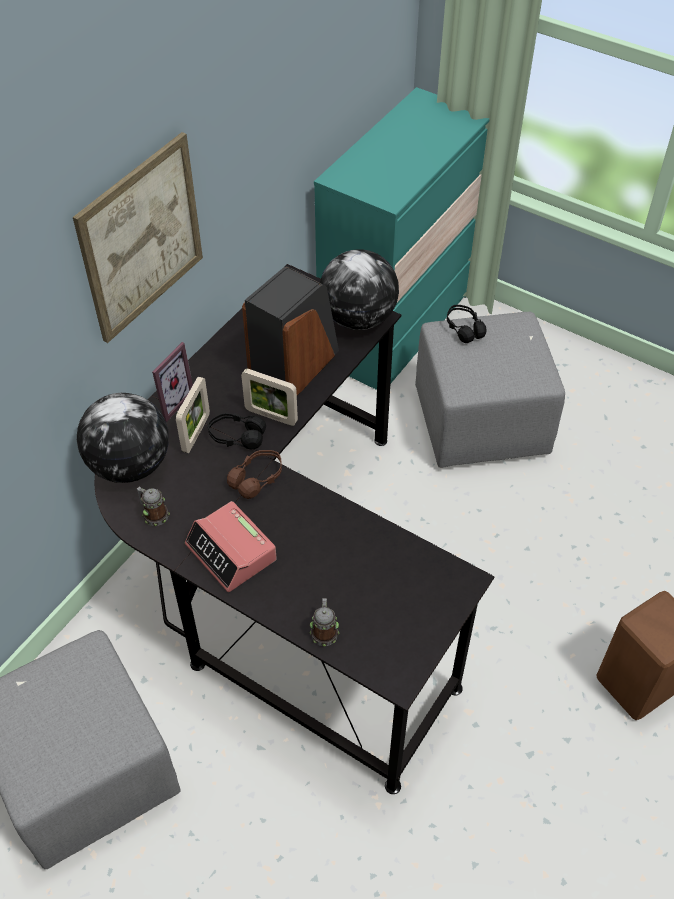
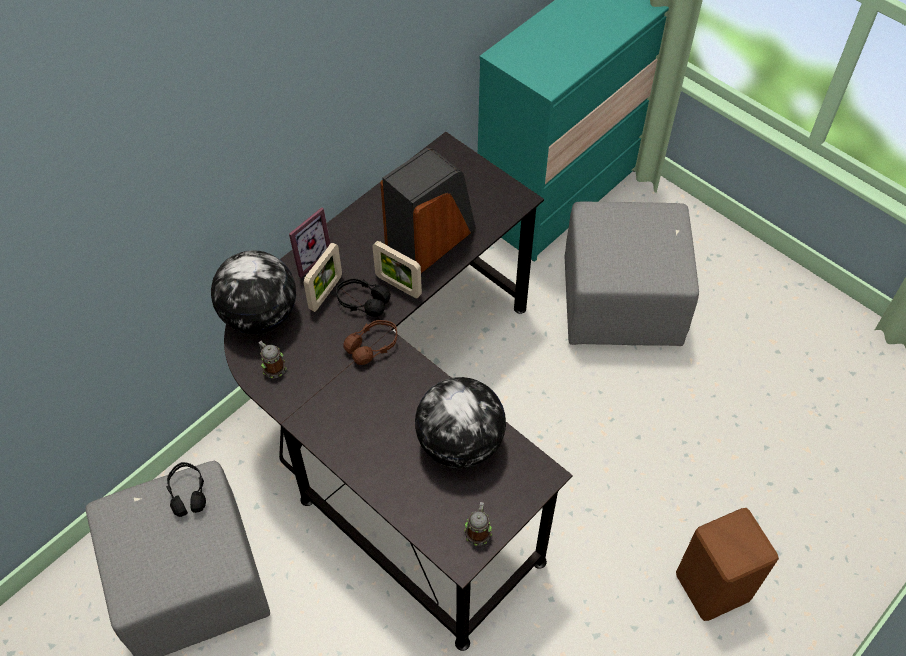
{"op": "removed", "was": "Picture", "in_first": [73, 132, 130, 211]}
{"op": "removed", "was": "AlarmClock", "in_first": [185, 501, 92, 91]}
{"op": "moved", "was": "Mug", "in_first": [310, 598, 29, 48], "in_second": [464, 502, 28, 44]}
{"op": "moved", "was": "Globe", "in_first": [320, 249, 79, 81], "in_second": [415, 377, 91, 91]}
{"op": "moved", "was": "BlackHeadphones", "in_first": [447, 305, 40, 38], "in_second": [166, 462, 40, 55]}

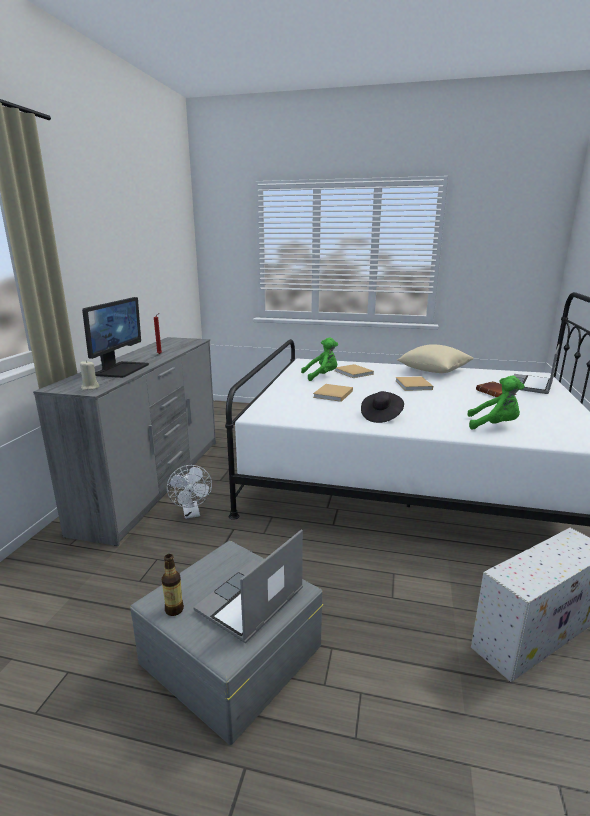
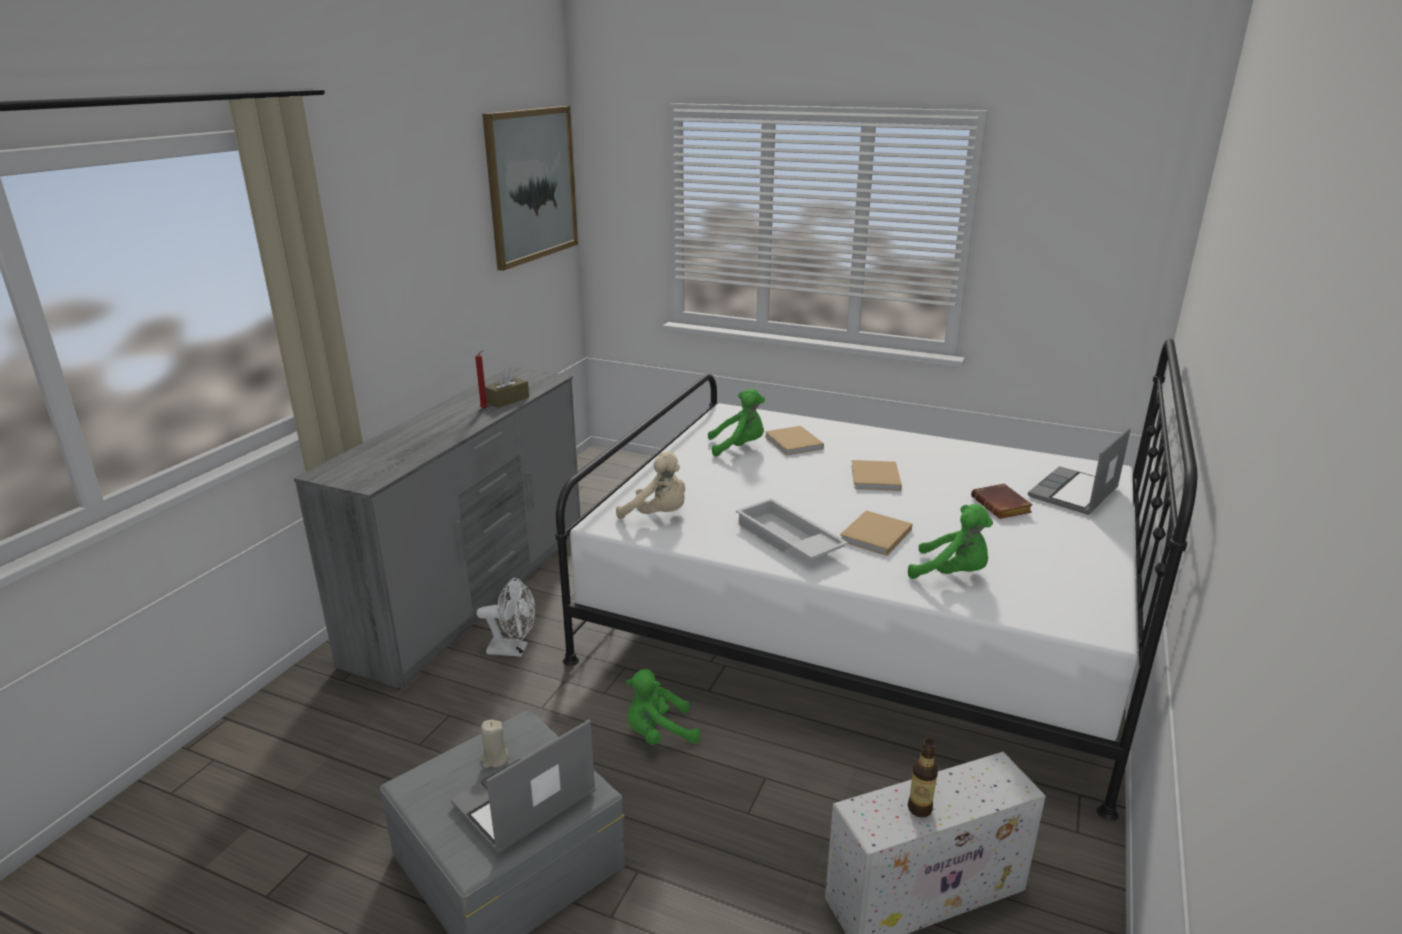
{"op": "moved", "was": "BeigeCandle", "in_first": [80, 360, 20, 30], "in_second": [481, 720, 29, 48]}
{"op": "removed", "was": "Monitor", "in_first": [82, 297, 67, 81]}
{"op": "moved", "was": "Bottle", "in_first": [162, 554, 22, 62], "in_second": [908, 738, 30, 79]}
{"op": "turned", "was": "WhiteFan", "in_first": [167, 465, 45, 54], "in_second": [477, 578, 58, 79], "clockwise": -75}
{"op": "moved", "was": "BeigeBook", "in_first": [313, 384, 40, 18], "in_second": [840, 510, 72, 46]}
{"op": "replaced", "was": "BlackHat", "now": "WhiteTray", "in_first": [361, 391, 43, 32], "in_second": [736, 498, 112, 62]}
{"op": "removed", "was": "BeigePillow", "in_first": [397, 344, 76, 29]}
{"op": "added", "now": "Picture", "in_second": [482, 106, 96, 165]}
{"op": "added", "now": "BrownTissueBox", "in_second": [485, 368, 44, 40]}
{"op": "added", "now": "BeigePlushToy", "in_second": [616, 451, 69, 68]}
{"op": "added", "now": "GreenPlushToy", "in_second": [626, 669, 74, 76]}

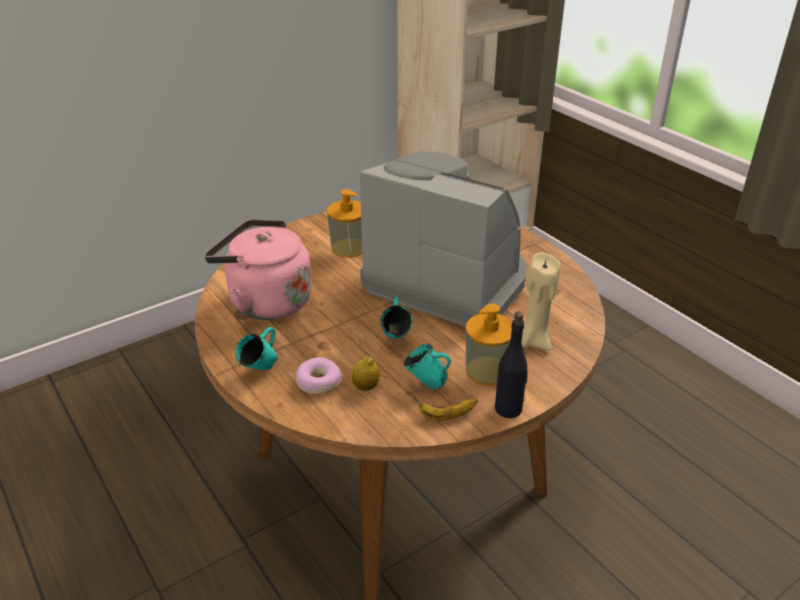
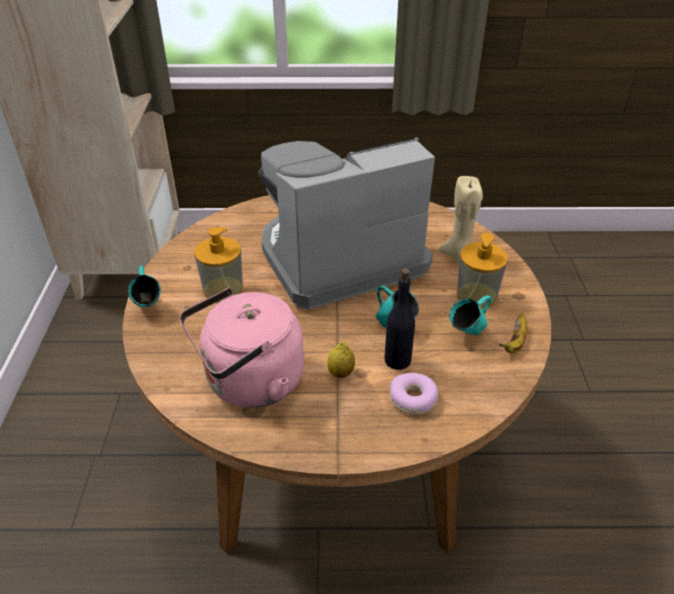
{"op": "moved", "was": "TurquoiseMug", "in_first": [235, 327, 43, 43], "in_second": [128, 266, 33, 41]}
{"op": "moved", "was": "Lemon", "in_first": [352, 356, 28, 35], "in_second": [327, 342, 28, 36]}
{"op": "moved", "was": "BlackBottle", "in_first": [495, 311, 33, 107], "in_second": [384, 268, 31, 102]}

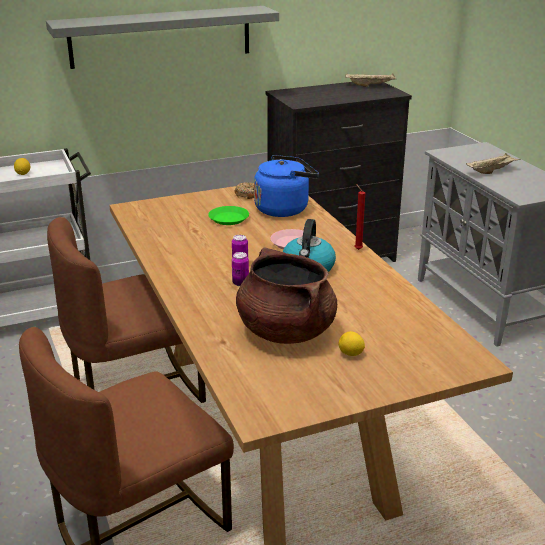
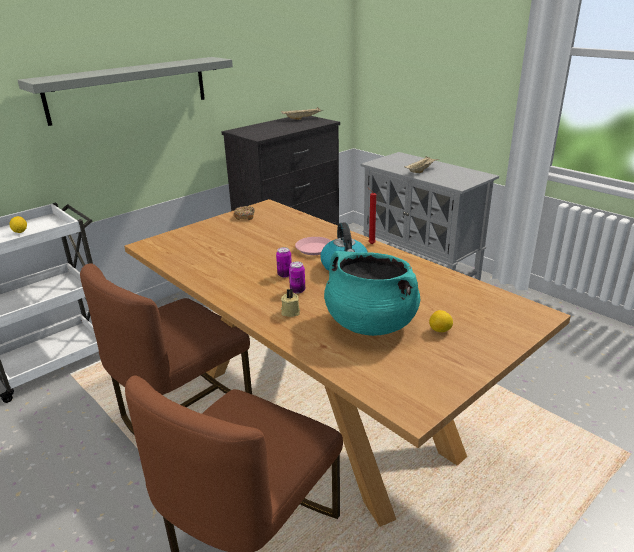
{"op": "removed", "was": "GreenPlate", "in_first": [208, 206, 41, 19]}
{"op": "recoloured", "was": "BrownCookingPot", "now": "TurquoiseCookingPot", "in_first": [236, 248, 101, 96], "in_second": [324, 251, 96, 85]}
{"op": "removed", "was": "BlueKettle", "in_first": [254, 155, 65, 62]}
{"op": "added", "now": "BeigeCandle", "in_second": [281, 289, 19, 28]}

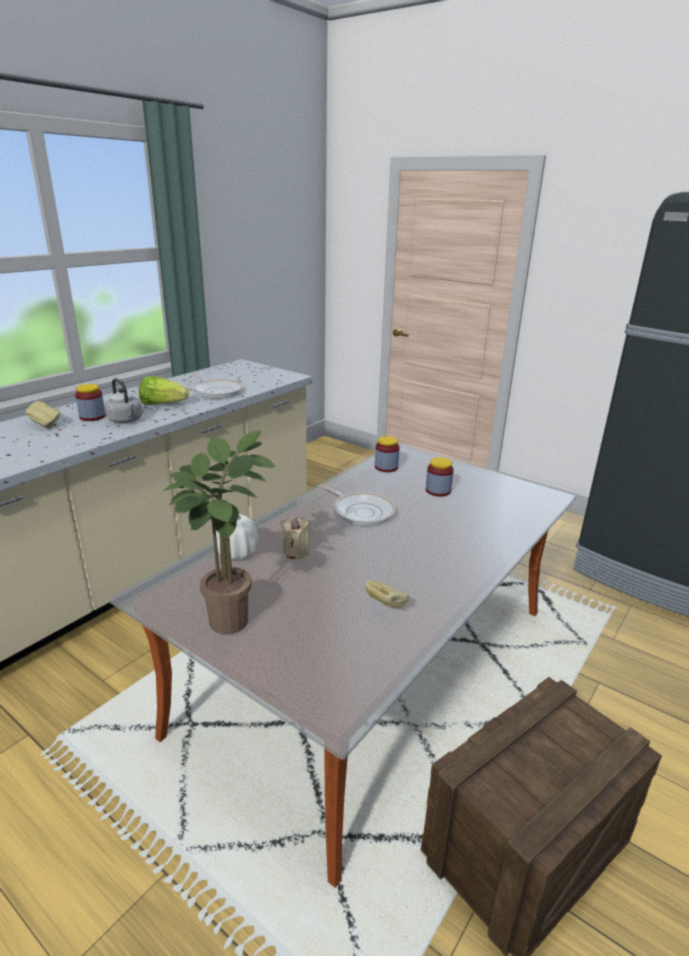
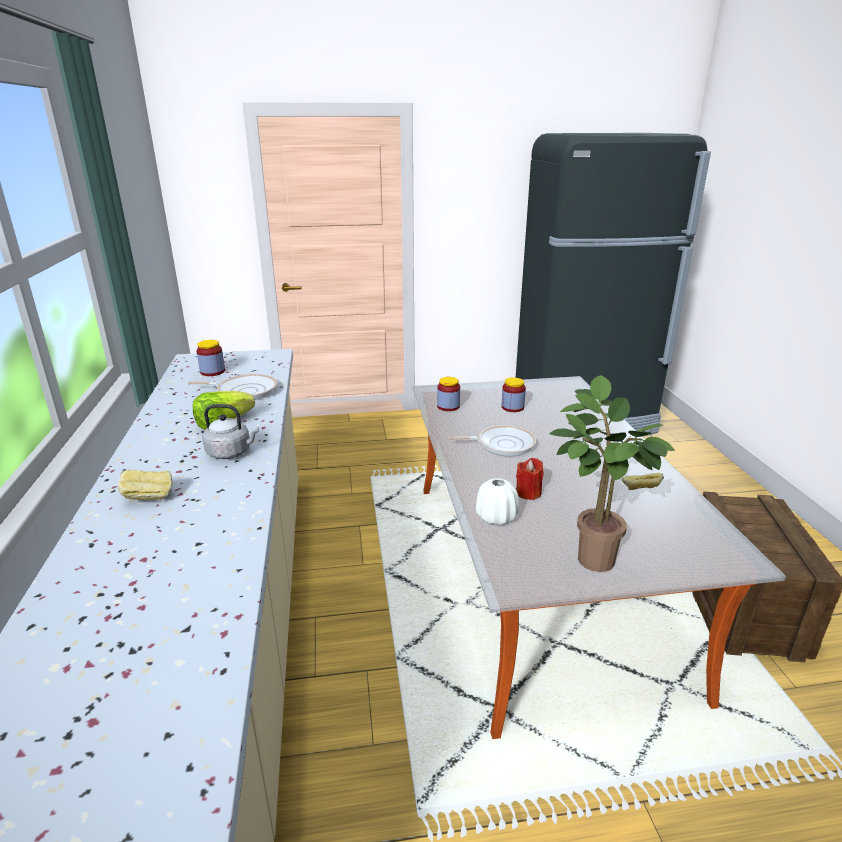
{"op": "moved", "was": "Jar", "in_first": [75, 384, 31, 37], "in_second": [196, 340, 29, 36]}
{"op": "recoloured", "was": "BeigeCandle", "now": "RedCandle", "in_first": [283, 517, 27, 42], "in_second": [516, 458, 28, 42]}

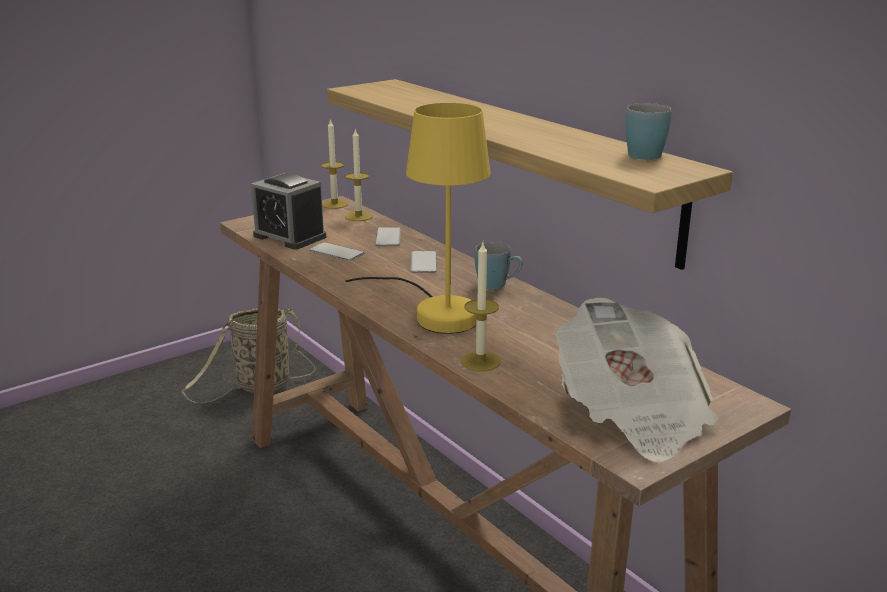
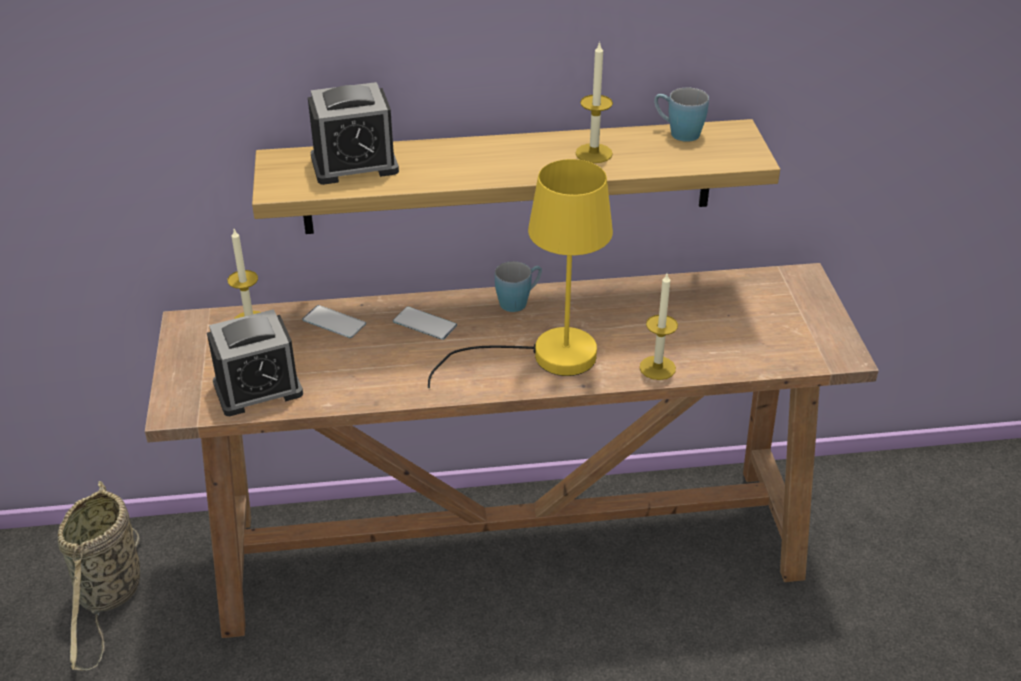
{"op": "removed", "was": "Phone", "in_first": [309, 242, 56, 19]}
{"op": "moved", "was": "Candle", "in_first": [321, 119, 27, 90], "in_second": [575, 41, 38, 122]}
{"op": "removed", "was": "Newspaper", "in_first": [556, 298, 162, 165]}
{"op": "added", "now": "AlarmClock", "in_second": [308, 82, 91, 103]}

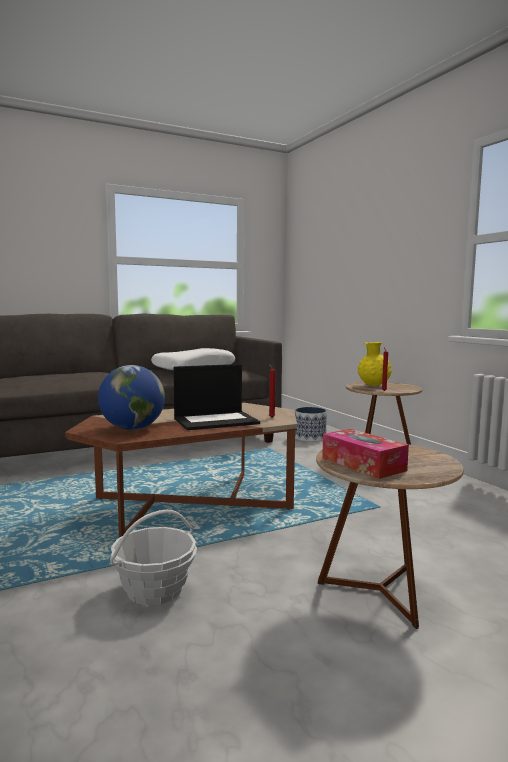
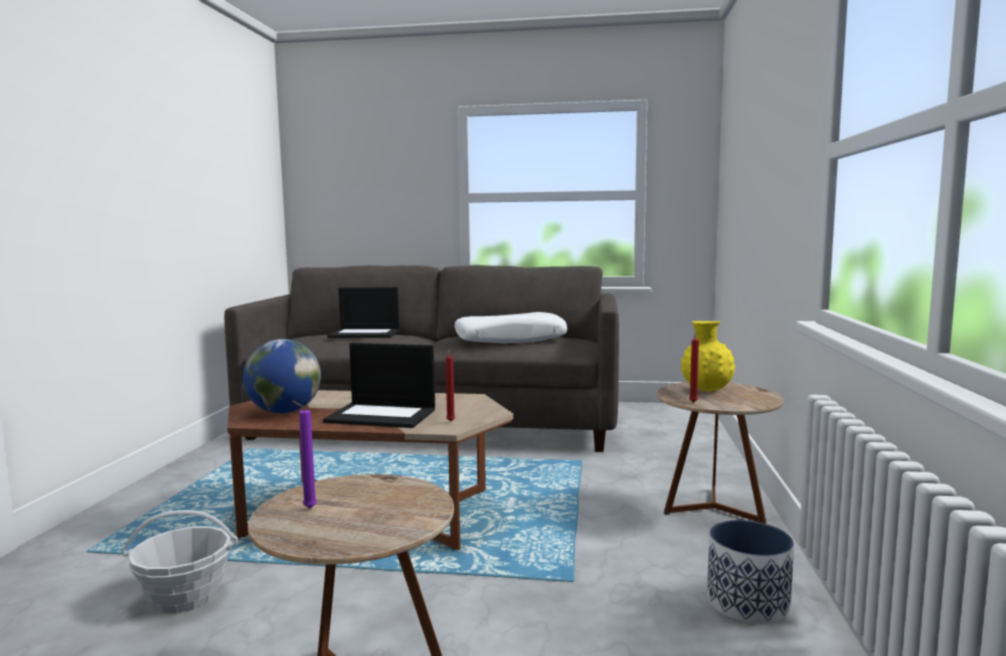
{"op": "moved", "was": "Planter", "in_first": [295, 407, 32, 35], "in_second": [707, 520, 87, 104]}
{"op": "replaced", "was": "TissueBox", "now": "PurpleCandle", "in_first": [322, 429, 87, 50], "in_second": [292, 401, 25, 108]}
{"op": "added", "now": "Laptop", "in_second": [327, 287, 72, 51]}

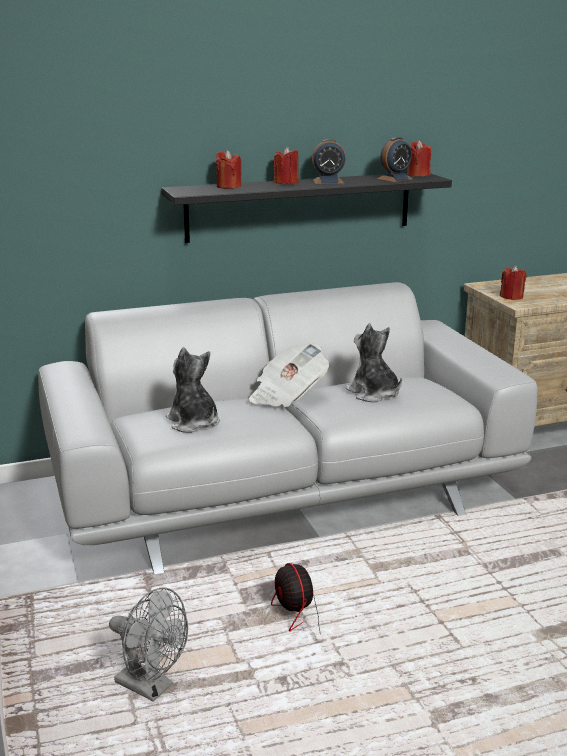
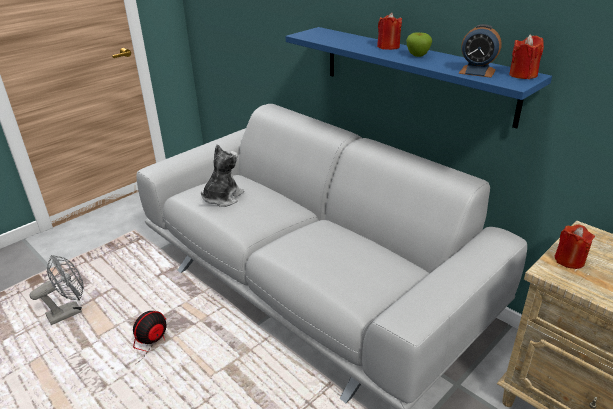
{"op": "turned", "was": "GreyFan", "in_first": [109, 587, 79, 114], "in_second": [29, 255, 55, 70], "clockwise": -135}
{"op": "recoloured", "was": "BlackShelf", "now": "BlueShelf", "in_first": [161, 173, 291, 70], "in_second": [285, 27, 267, 102]}
{"op": "removed", "was": "RedCandle", "in_first": [216, 150, 26, 39]}
{"op": "removed", "was": "Newspaper", "in_first": [249, 344, 80, 63]}
{"op": "replaced", "was": "AlarmClock", "now": "Apple", "in_first": [312, 139, 34, 45], "in_second": [406, 32, 26, 25]}
{"op": "removed", "was": "PlushToy", "in_first": [346, 323, 56, 79]}

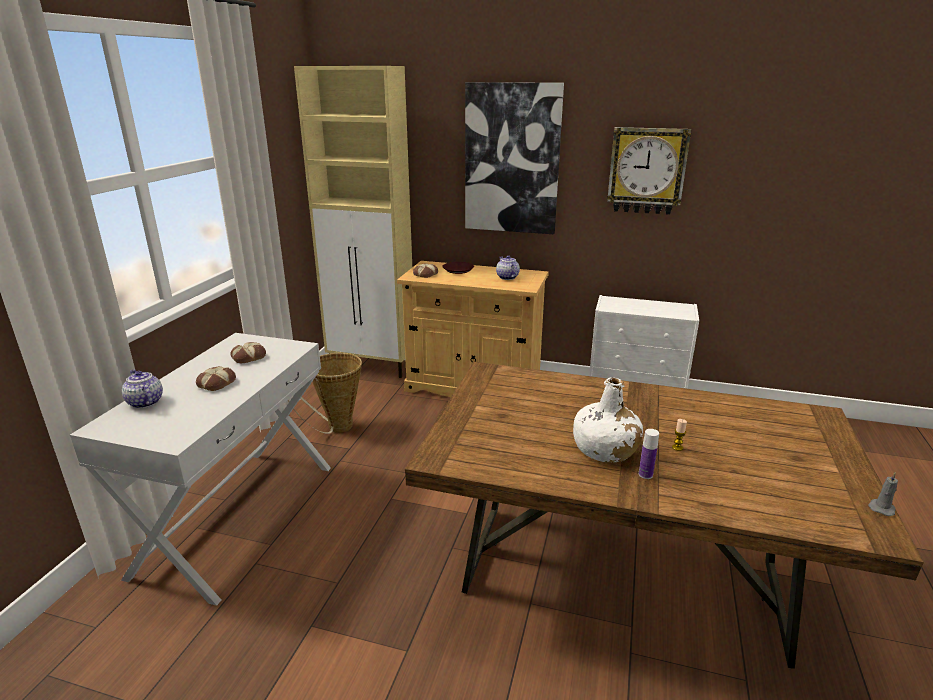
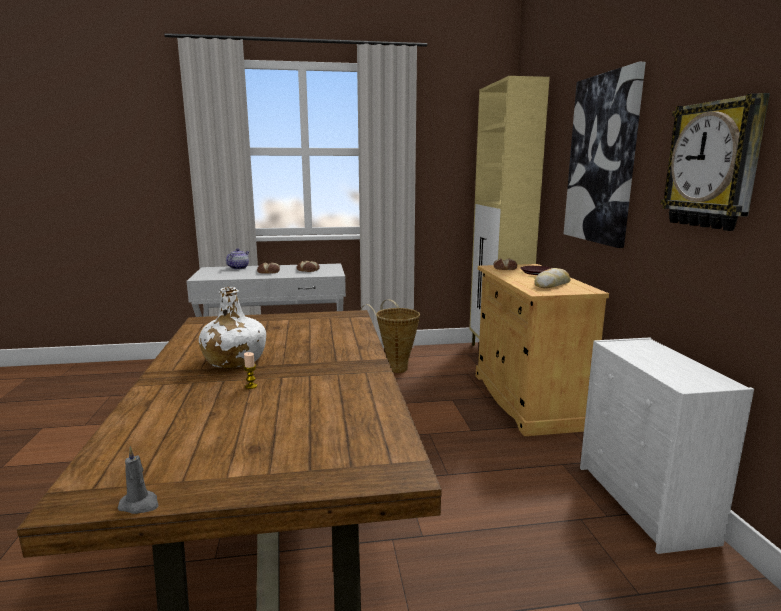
{"op": "replaced", "was": "Teapot", "now": "Bread", "in_first": [496, 255, 24, 25], "in_second": [535, 268, 36, 20]}
{"op": "removed", "was": "Bottle", "in_first": [639, 429, 20, 50]}

